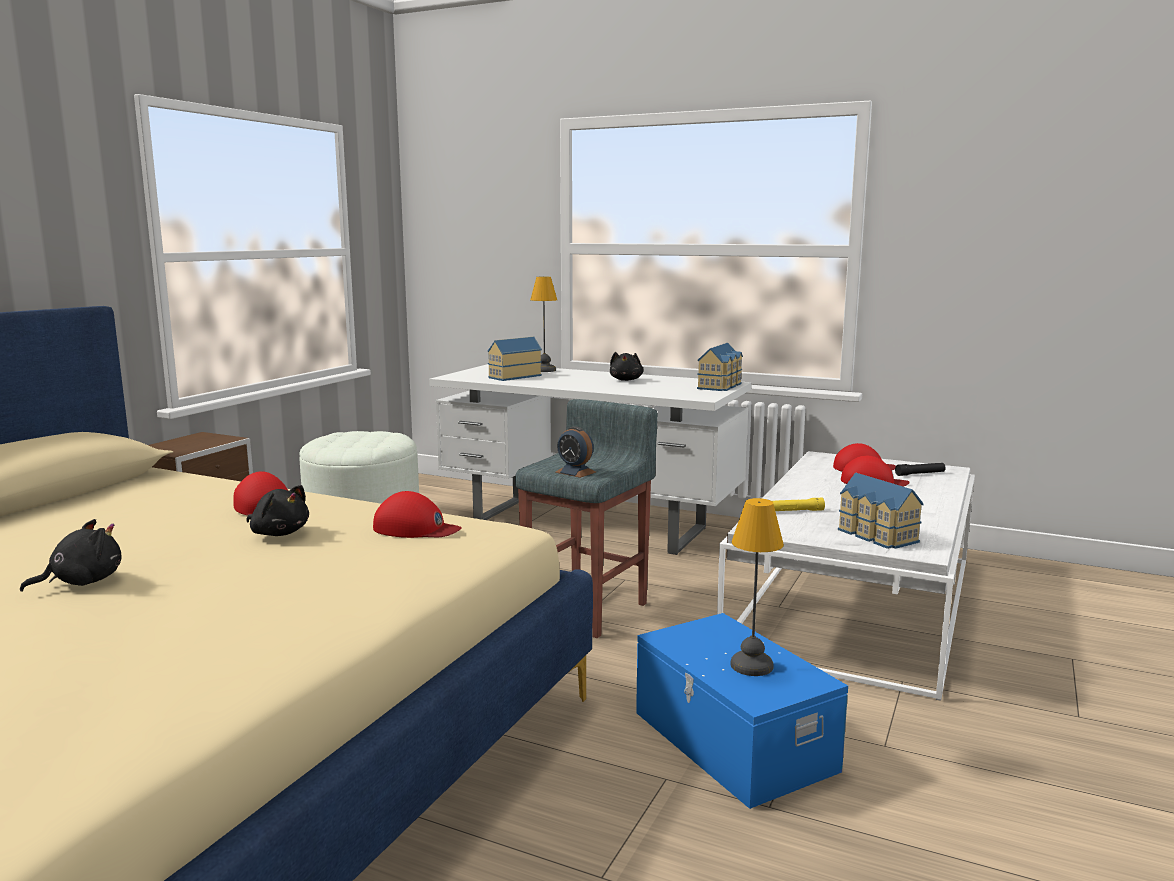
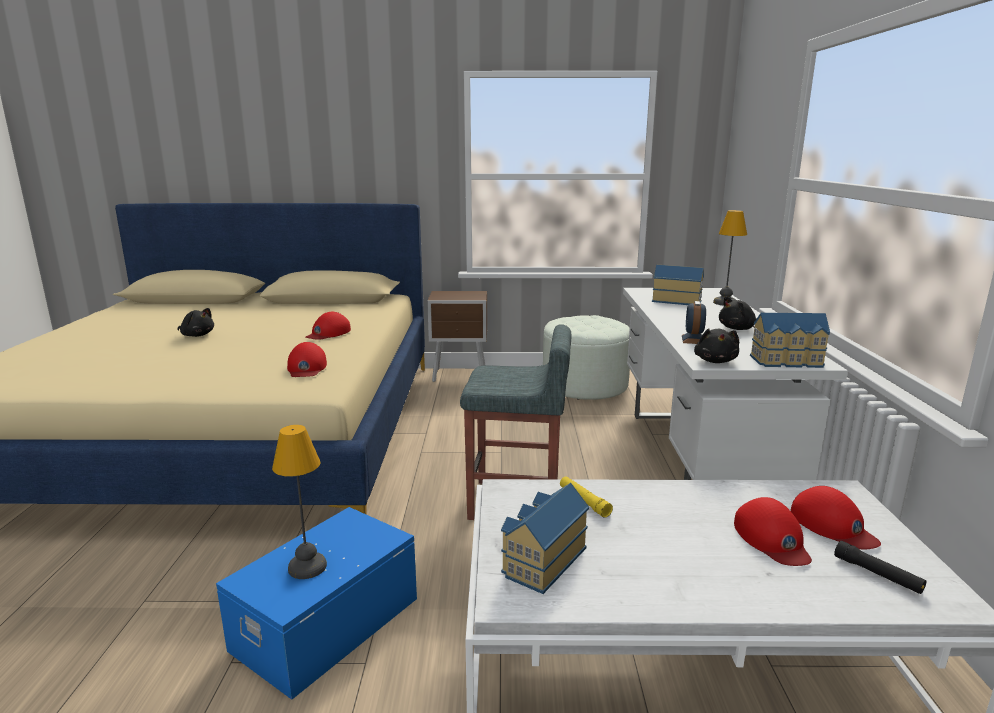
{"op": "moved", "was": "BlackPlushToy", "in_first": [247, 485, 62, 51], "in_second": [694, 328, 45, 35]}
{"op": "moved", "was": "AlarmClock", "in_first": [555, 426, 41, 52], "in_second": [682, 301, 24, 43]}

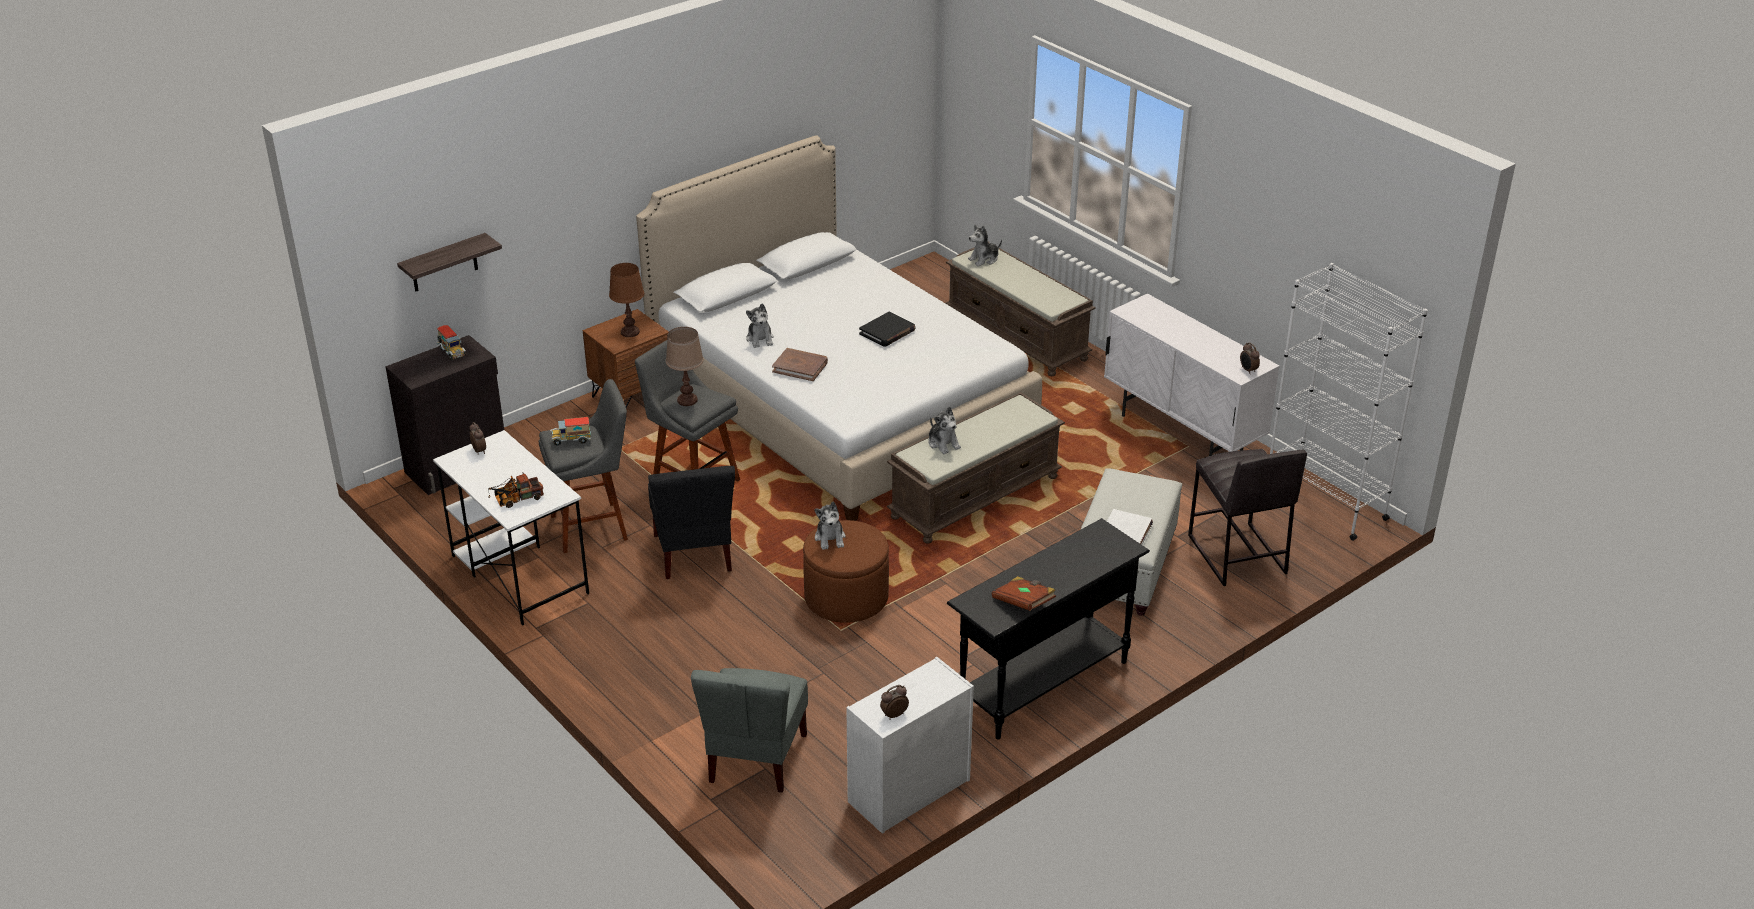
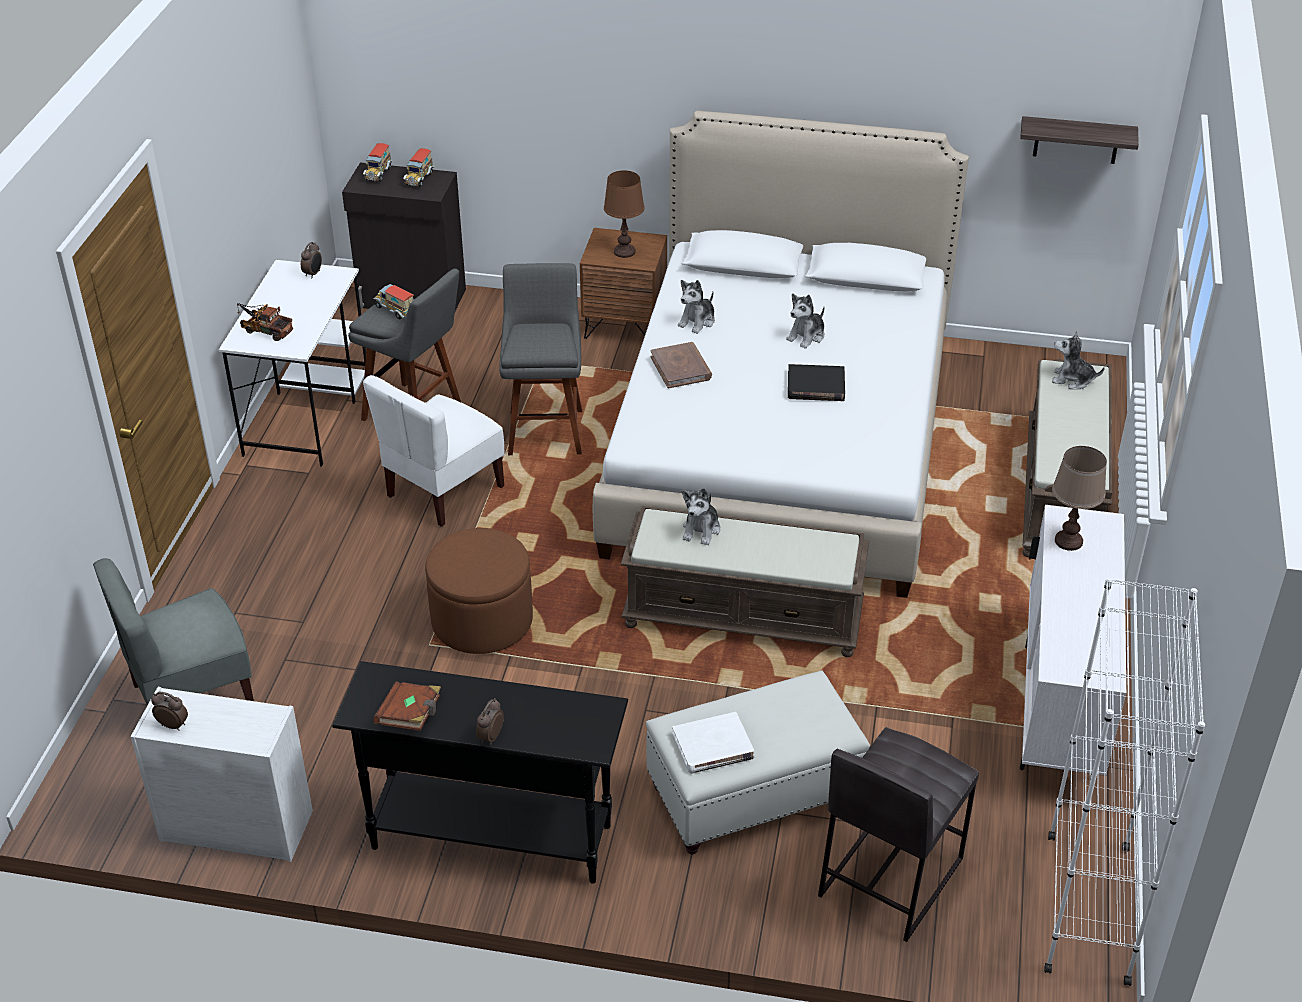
{"op": "moved", "was": "Shelf", "in_first": [397, 233, 105, 58], "in_second": [1020, 116, 119, 48]}
{"op": "recoloured", "was": "BlackChair", "now": "WhiteChair", "in_first": [648, 466, 87, 113], "in_second": [363, 375, 141, 152]}
{"op": "moved", "was": "BrownTableLamp", "in_first": [666, 327, 38, 79], "in_second": [1052, 446, 55, 105]}
{"op": "moved", "was": "PlushToy", "in_first": [815, 502, 31, 48], "in_second": [786, 294, 39, 55]}
{"op": "moved", "was": "AlarmClock", "in_first": [1240, 342, 20, 31], "in_second": [476, 698, 28, 47]}
{"op": "added", "now": "ToyTruck", "in_second": [363, 143, 30, 39]}

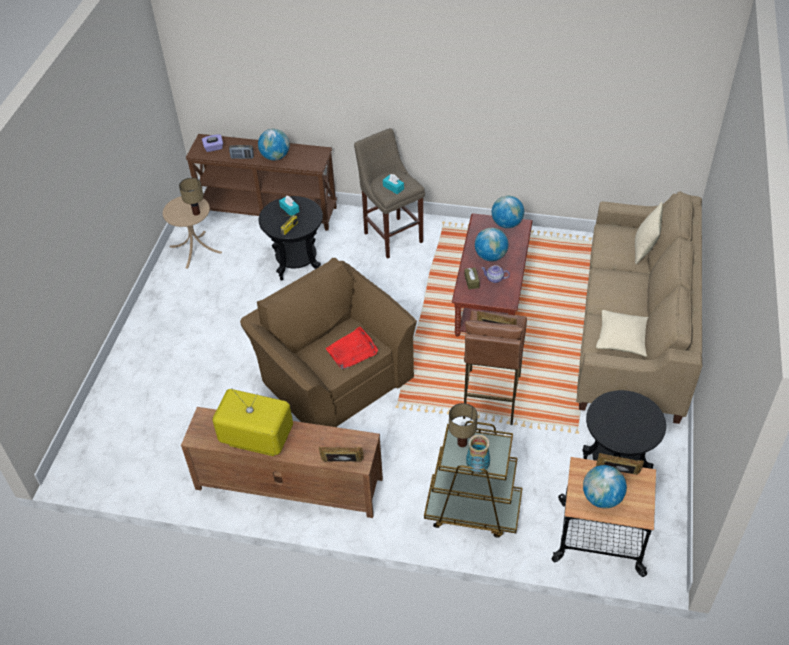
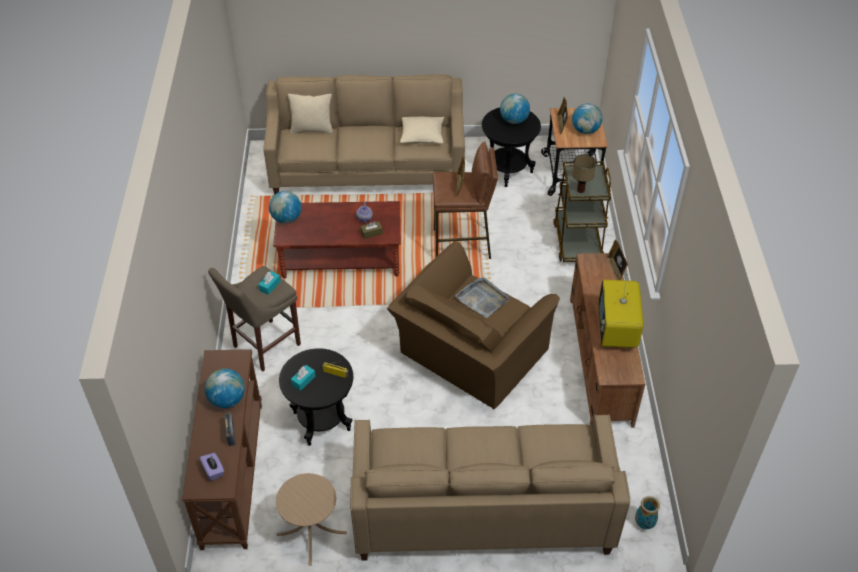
{"op": "removed", "was": "TableLamp", "in_first": [179, 178, 25, 37]}
{"op": "recoloured", "was": "RedTray", "now": "GreyTray", "in_first": [325, 327, 53, 42], "in_second": [455, 277, 54, 41]}
{"op": "moved", "was": "Vase", "in_first": [466, 435, 24, 38], "in_second": [635, 496, 25, 33]}
{"op": "moved", "was": "Globe", "in_first": [475, 228, 33, 33], "in_second": [500, 94, 30, 30]}
{"op": "added", "now": "BeigeSofa", "in_second": [350, 414, 280, 146]}

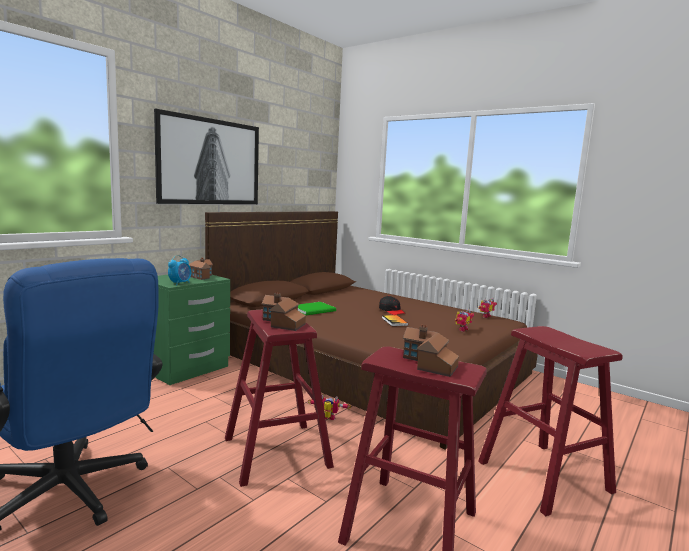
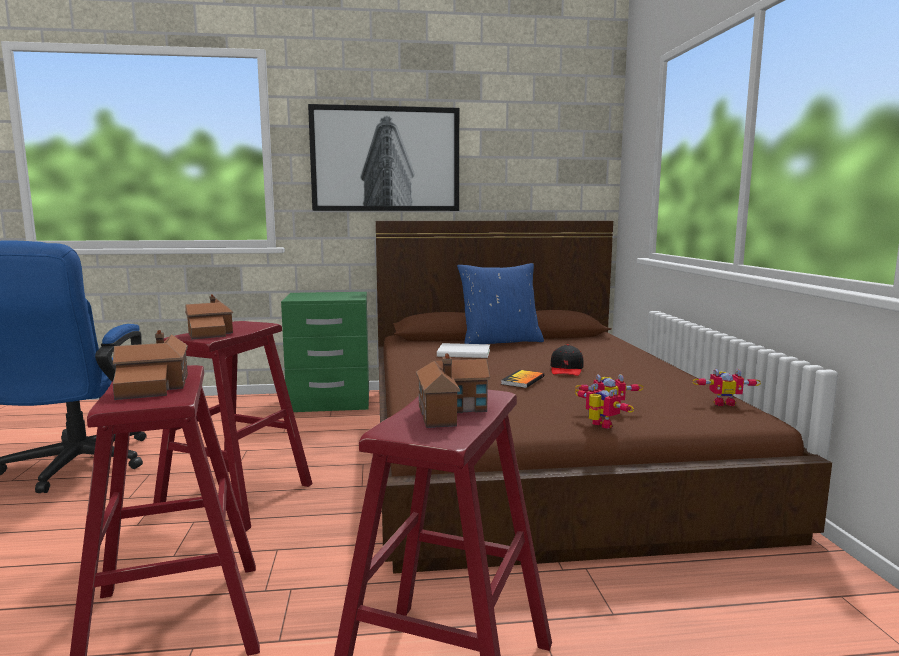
{"op": "removed", "was": "AlarmClock", "in_first": [168, 255, 23, 31]}
{"op": "moved", "was": "ToyHouse", "in_first": [189, 258, 24, 22], "in_second": [416, 354, 74, 74]}
{"op": "recoloured", "was": "GreenBook", "now": "WhiteBook", "in_first": [298, 302, 38, 13], "in_second": [437, 343, 53, 15]}
{"op": "moved", "was": "ToyRobot", "in_first": [308, 395, 43, 25], "in_second": [575, 383, 59, 46]}
{"op": "added", "now": "BluePillow", "in_second": [457, 263, 87, 81]}

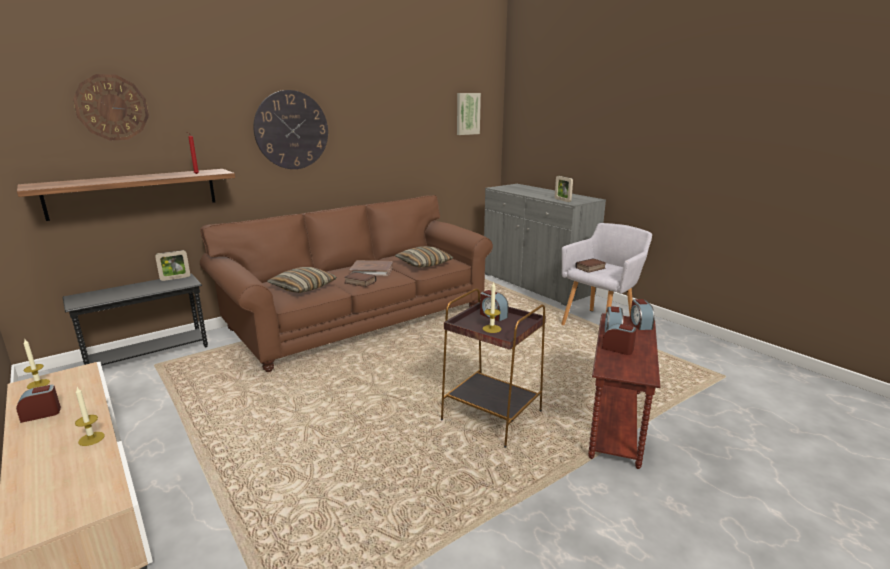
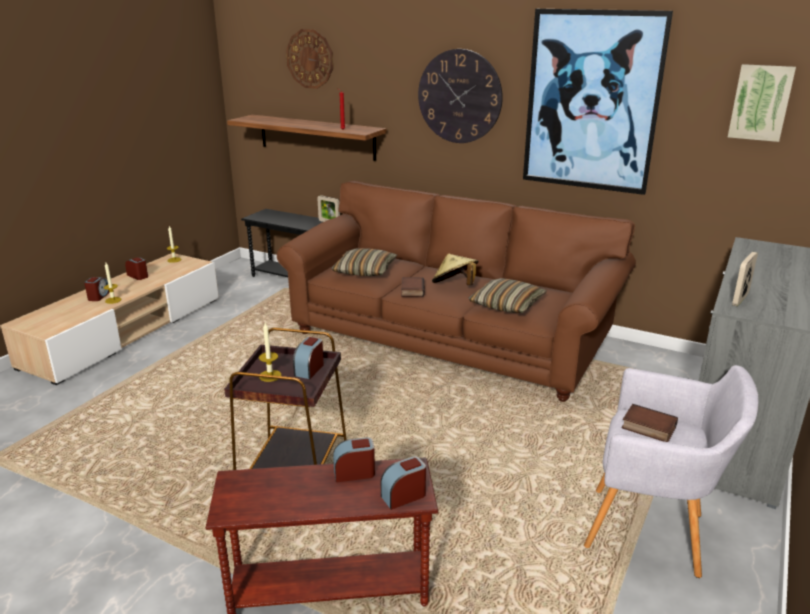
{"op": "replaced", "was": "BrownBook", "now": "BeigeHat", "in_first": [349, 260, 44, 17], "in_second": [432, 254, 47, 31]}
{"op": "moved", "was": "AlarmClock", "in_first": [602, 324, 35, 31], "in_second": [84, 277, 26, 24]}
{"op": "added", "now": "Picture", "in_second": [523, 9, 150, 186]}

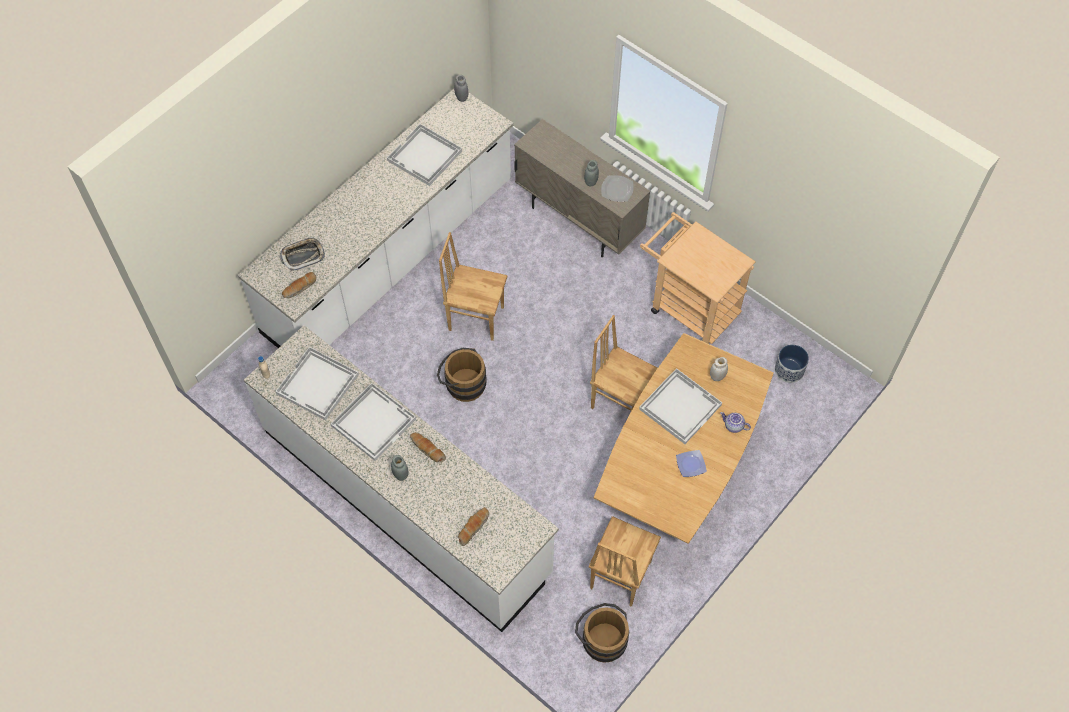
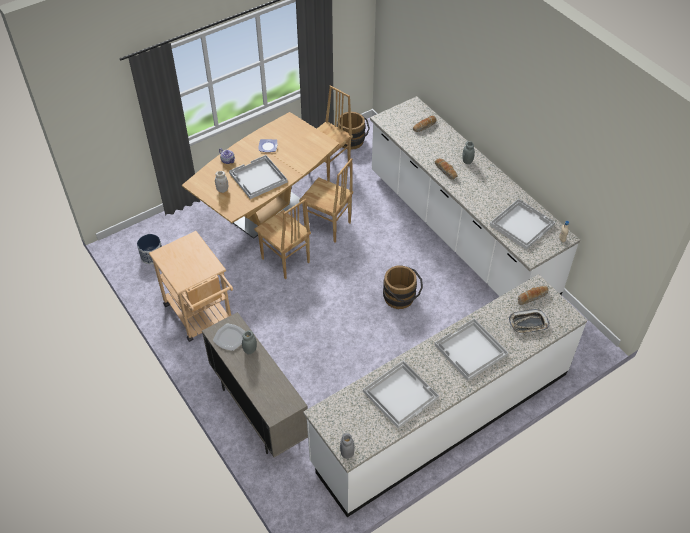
{"op": "moved", "was": "WhiteTray", "in_first": [330, 383, 86, 78], "in_second": [434, 318, 74, 63]}
{"op": "moved", "was": "BrownChair", "in_first": [439, 232, 68, 109], "in_second": [299, 158, 54, 85]}

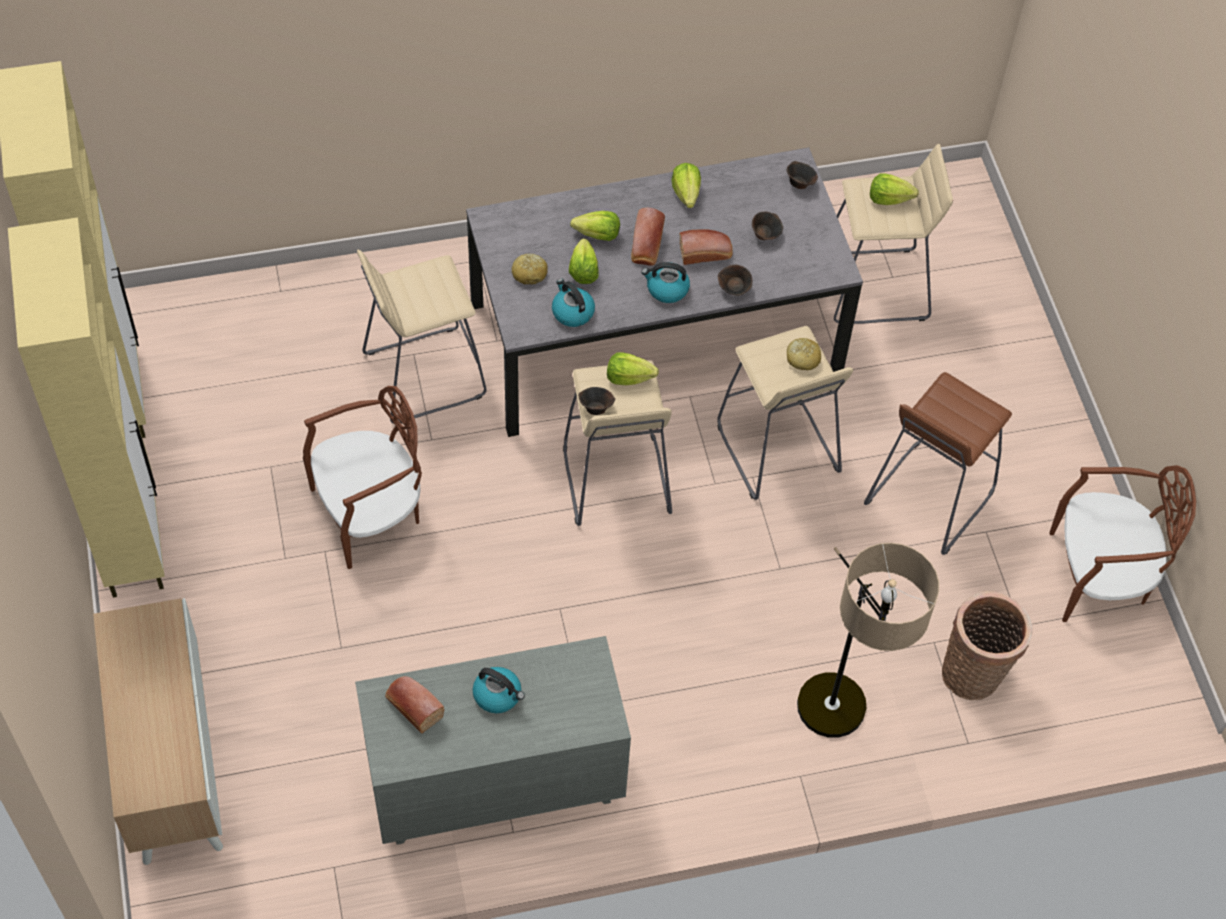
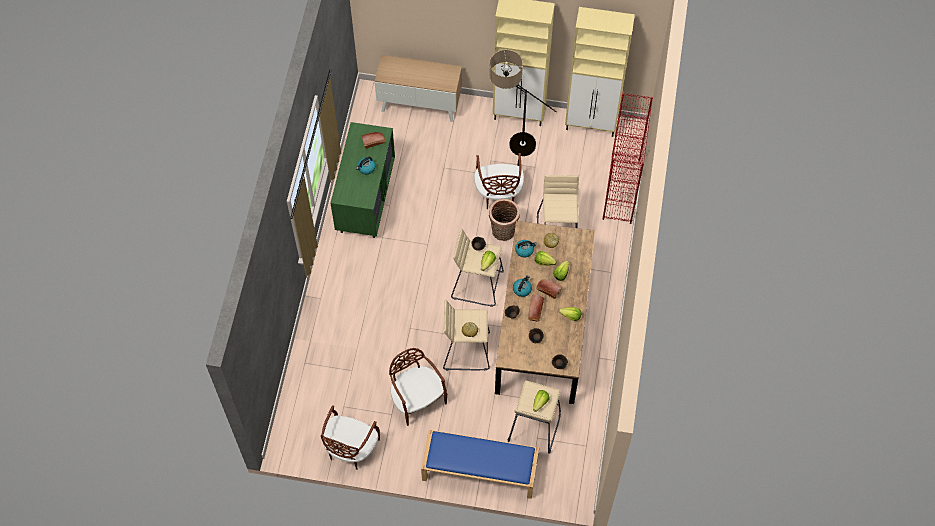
{"op": "recoloured", "was": "GreyDresser", "now": "GreenDresser", "in_first": [355, 636, 276, 208], "in_second": [330, 122, 65, 116]}
{"op": "recoloured", "was": "GreyDiningTable", "now": "BrownDiningTable", "in_first": [466, 147, 397, 290], "in_second": [495, 221, 100, 183]}
{"op": "moved", "was": "FloorLamp", "in_first": [797, 543, 142, 195], "in_second": [489, 50, 68, 106]}
{"op": "replaced", "was": "BrownStool", "now": "BrownChair", "in_first": [864, 372, 148, 183], "in_second": [389, 348, 58, 78]}
{"op": "moved", "was": "Basket", "in_first": [942, 591, 90, 109], "in_second": [489, 199, 31, 42]}
{"op": "added", "now": "BlueBench", "in_second": [421, 430, 118, 69]}
{"op": "added", "now": "RedBookcase", "in_second": [603, 93, 50, 131]}

